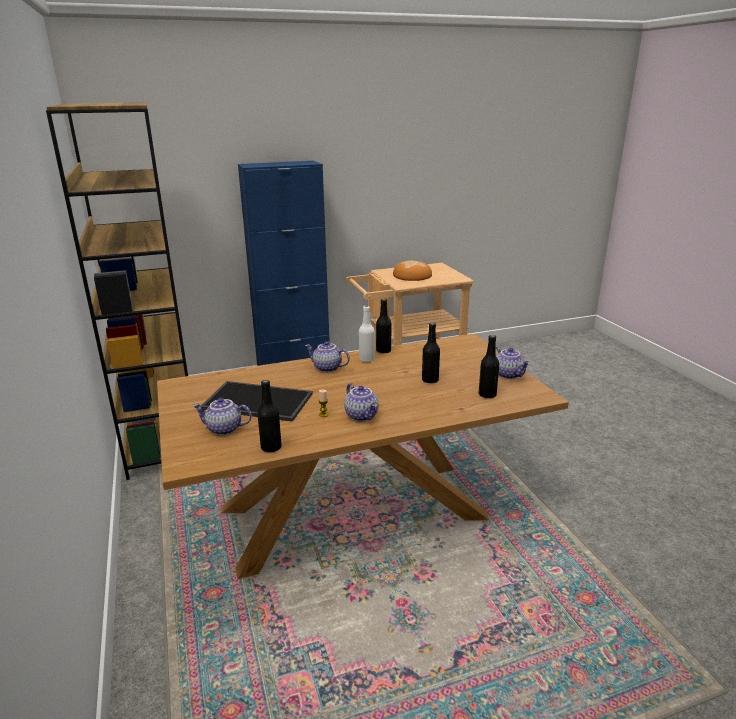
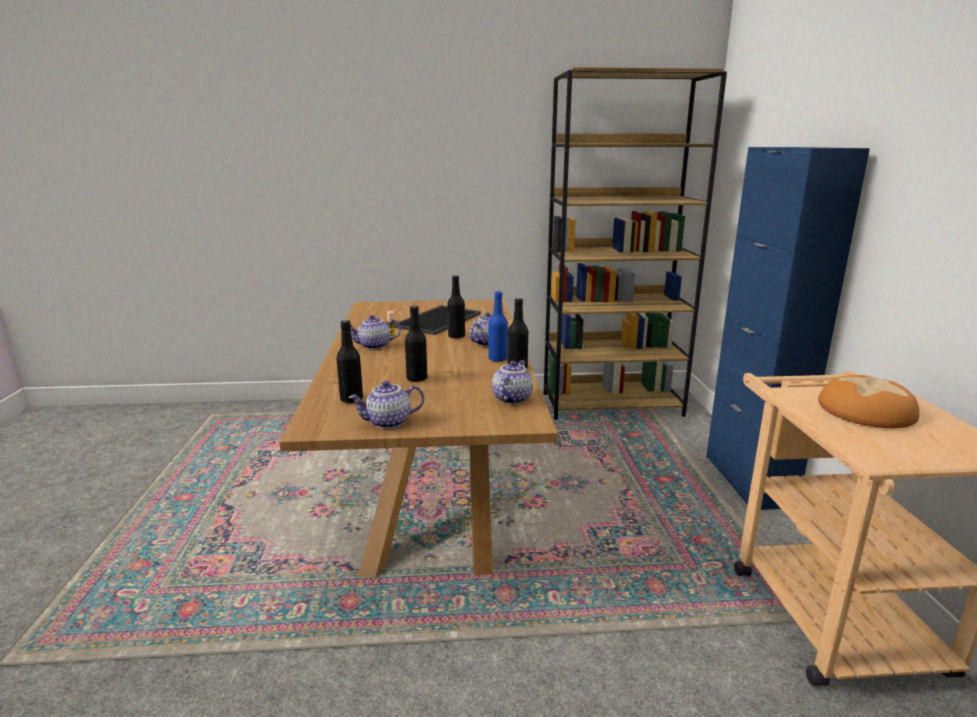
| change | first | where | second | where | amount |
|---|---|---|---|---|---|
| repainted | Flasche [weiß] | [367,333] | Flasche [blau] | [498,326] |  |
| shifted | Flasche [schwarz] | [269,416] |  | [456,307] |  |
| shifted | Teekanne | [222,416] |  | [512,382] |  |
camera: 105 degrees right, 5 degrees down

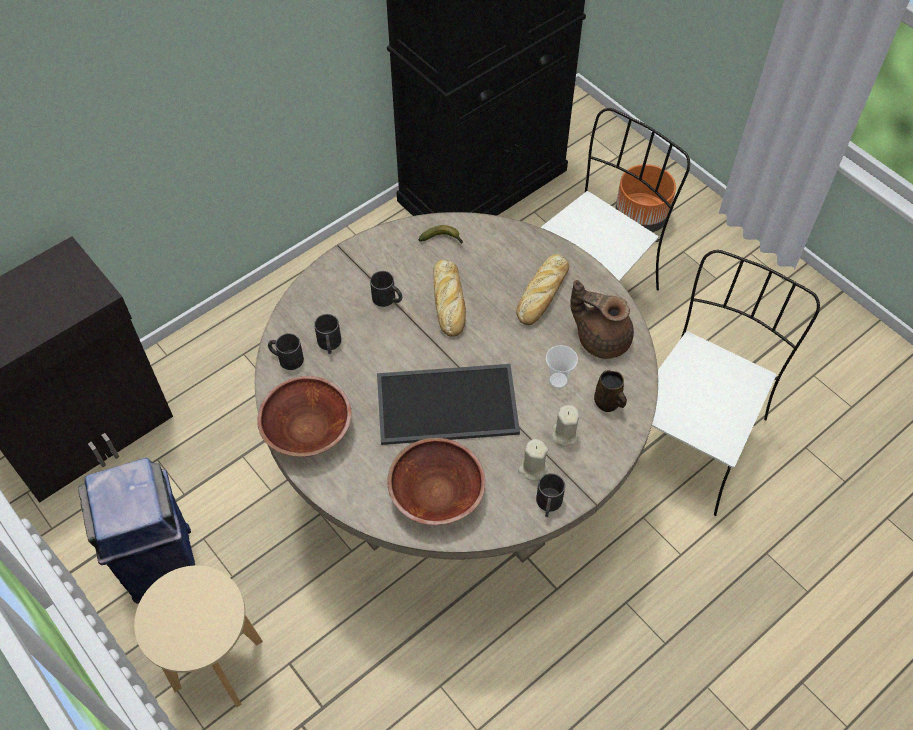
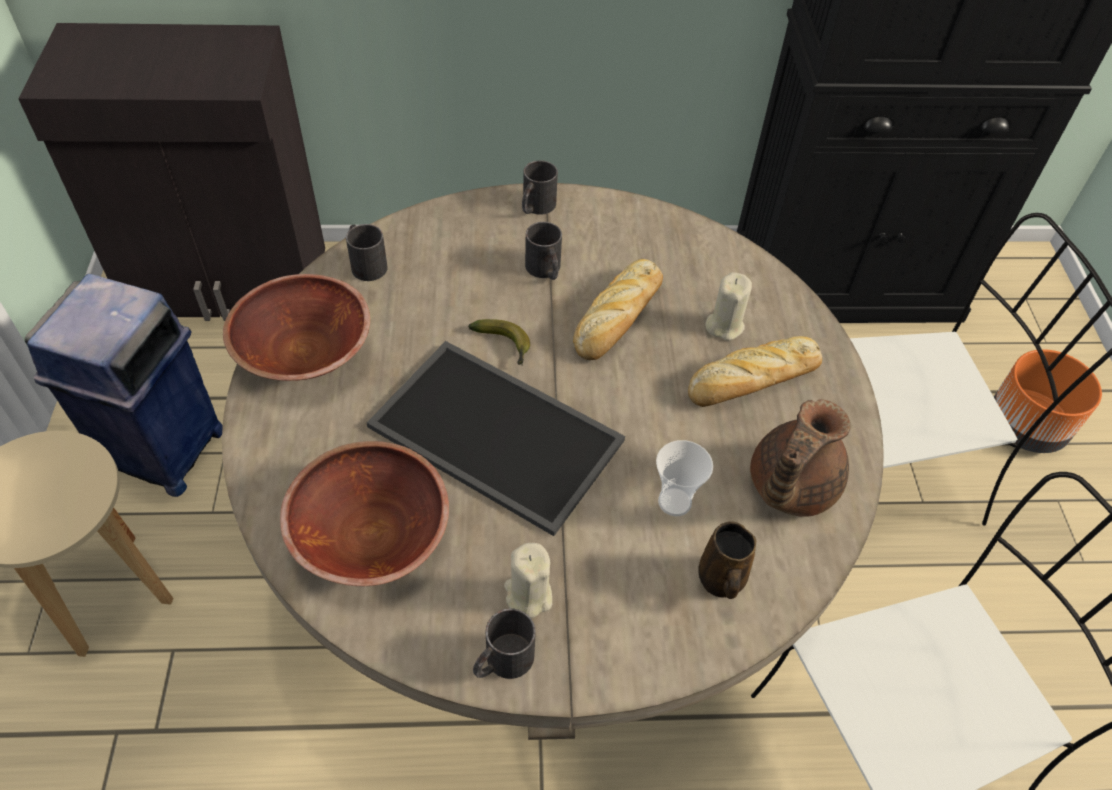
| change | first | where | second | where | amount |
|---|---|---|---|---|---|
| shifted | Banane | [441,234] |  | [499,342] |  |
| rotated | Teekanne [braun] | [602,319] |  | [800,458] | 120 degrees counterclockwise |
| shifted | Henkelbecher [schwarz] | [327,334] |  | [540,187] |  |
| shifted | Kerze [beige] | [565,426] |  | [729,306] |  |
camera: 35 degrees right, 5 degrees down

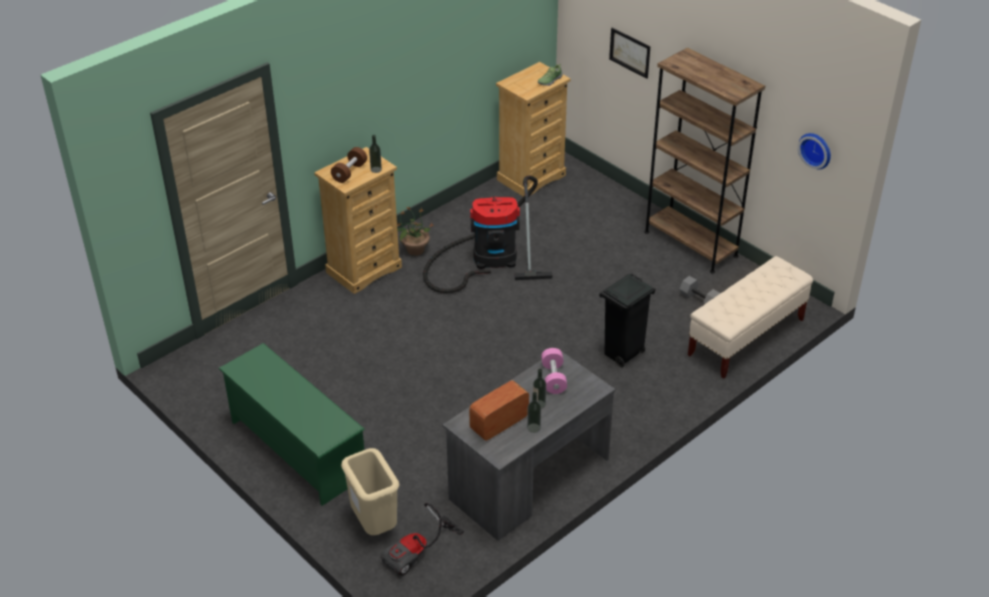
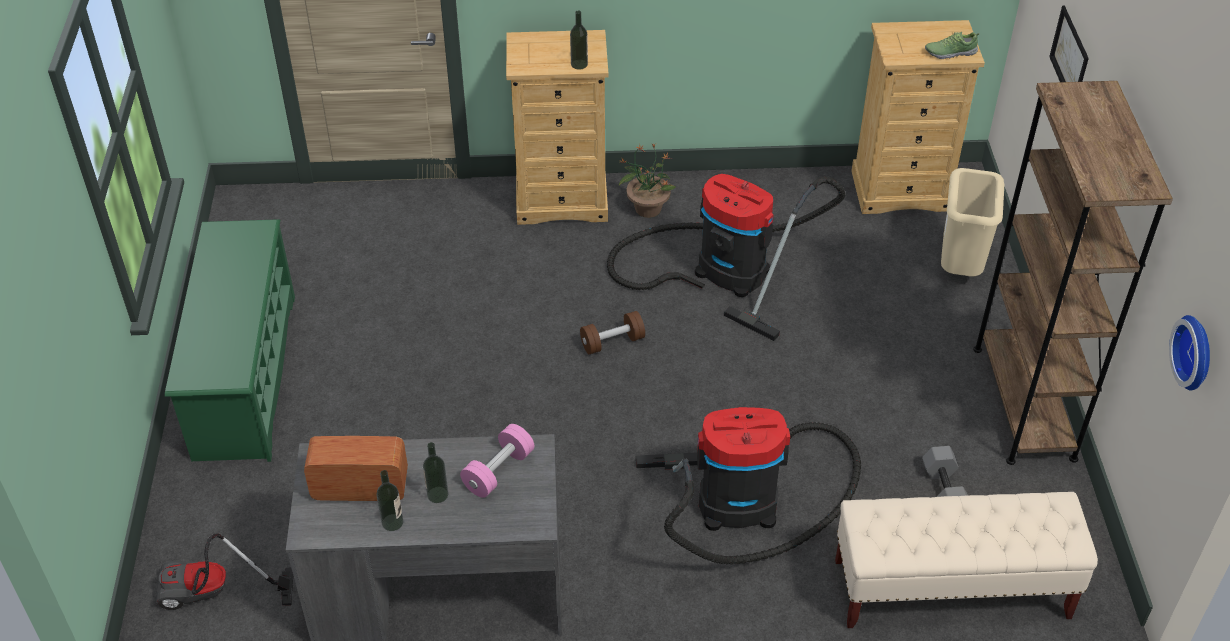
| change | first | where | second | where | amount |
|---|---|---|---|---|---|
| shifted | Hantel [braun] | [349,165] |  | [612,332] |  |
| swapped | Mülleimer [schwarz] | [627,320] | Staubsauger | [748,485] |  |
| shifted | Mülleimer [beige] | [370,491] |  | [973,222] |  |
camera: 40 degrees right, 5 degrees up

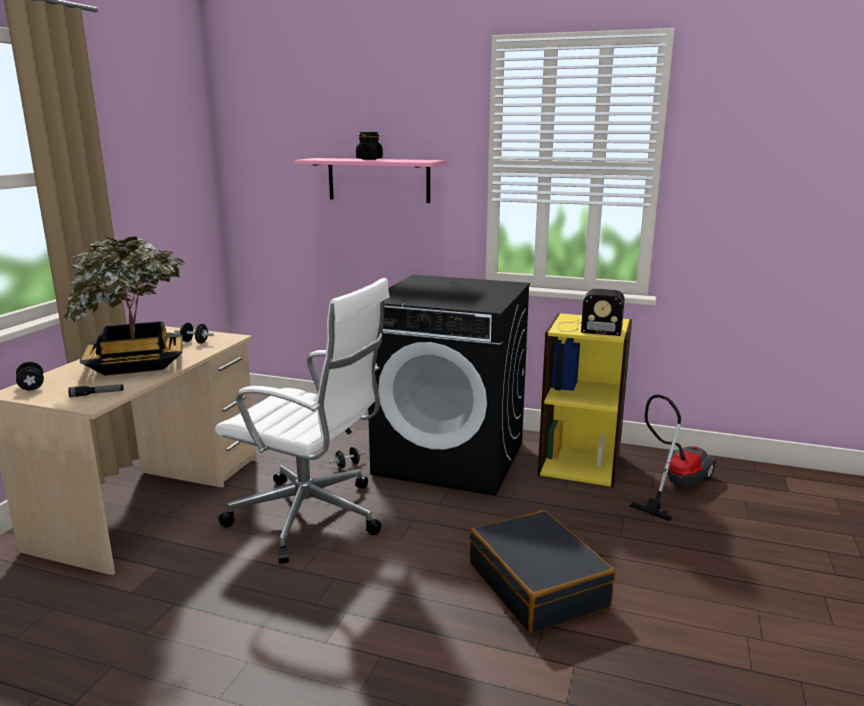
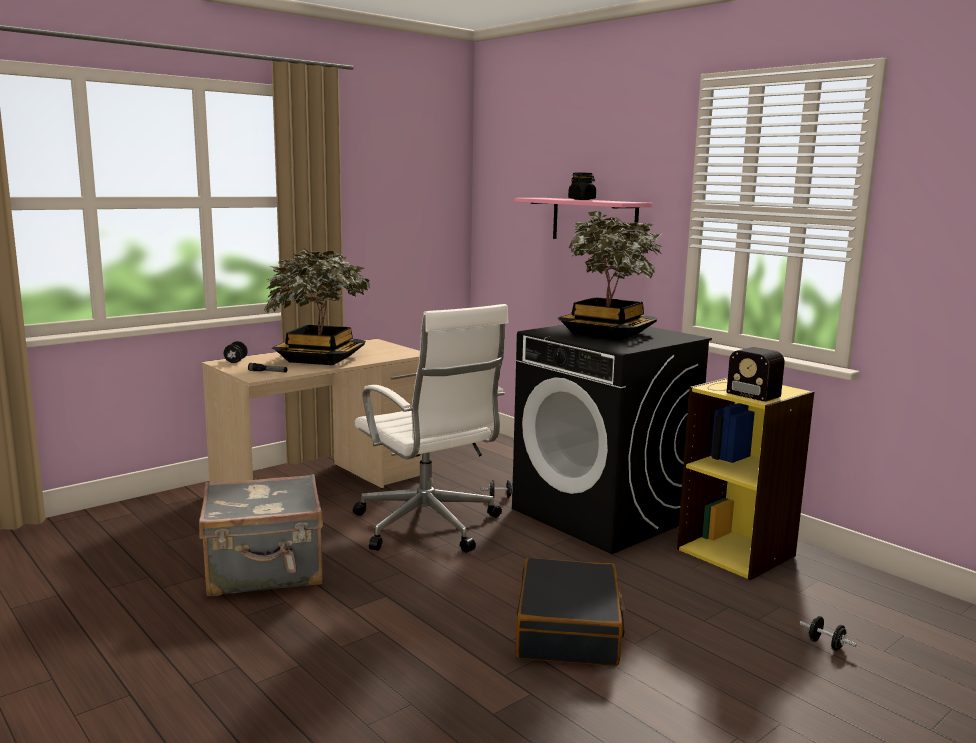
| change | first | where | second | where | amount |
|---|---|---|---|---|---|
| shifted | Hantel [schwarz] | [194,333] |  | [828,633] |  |
| gone | Staubsauger | [673,458] |  |  |  |
| new |  |  | Topfpflanze | [610,276] |  |
| new |  |  | Koffer [grau] | [261,535] |  |
camera: 30 degrees right, 5 degrees down

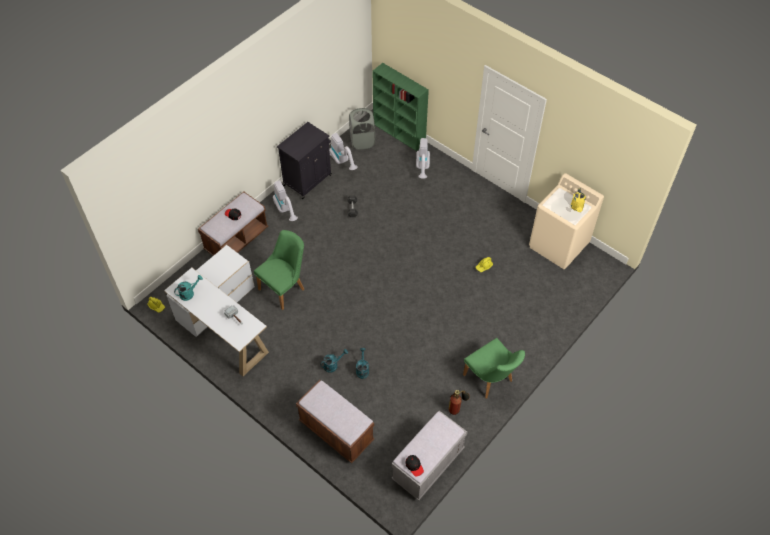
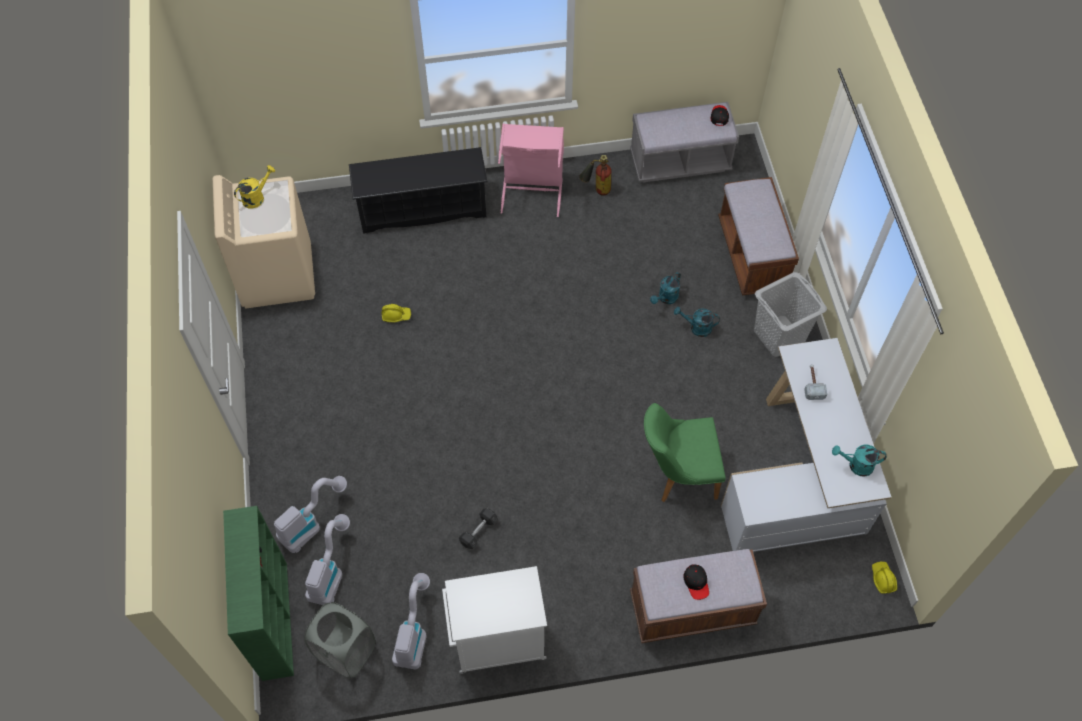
| change | first | where | second | where | amount |
|---|---|---|---|---|---|
| repainted | Schrank [schwarz] | [304,160] | Schrank [weiß] | [494,620] |  |
| shifted | Staubsauger | [285,201] |  | [327,559] |  |
| swapped | Stuhl [grün] | [494,368] | Wäschekorb [rosa] | [531,170] |  |
| new |  |  | Schuhregal [schwarz] | [418,190] |  |
| new |  |  | Wäschekorb [grau] | [790,314] |  |
camera: 140 degrees left, 5 degrees up

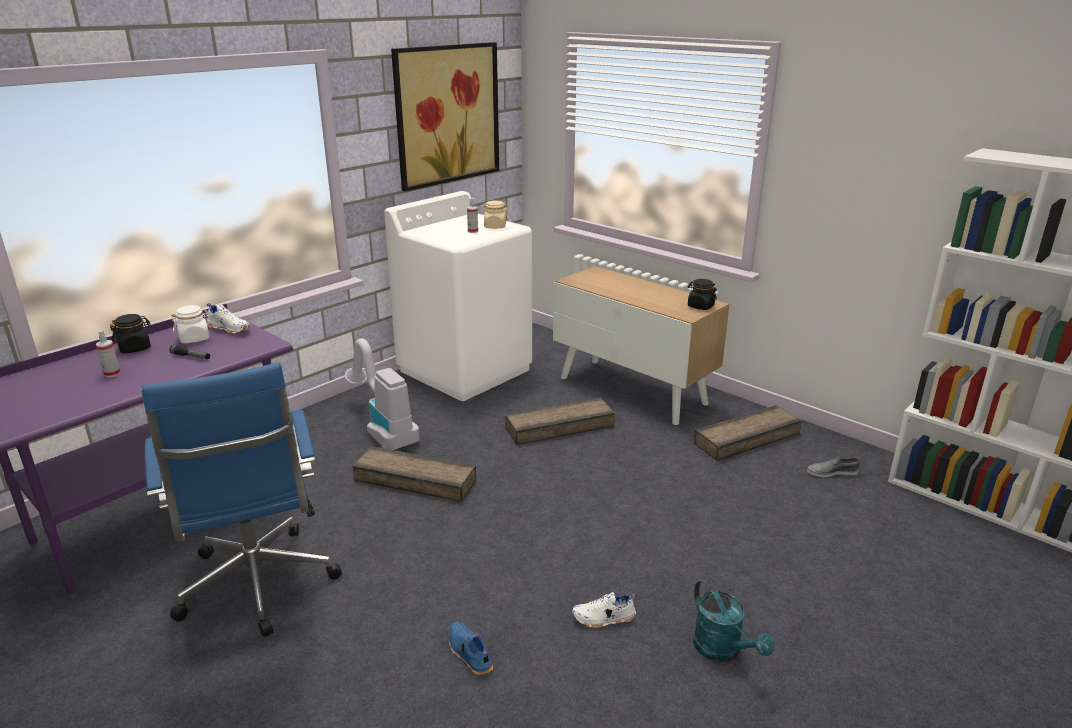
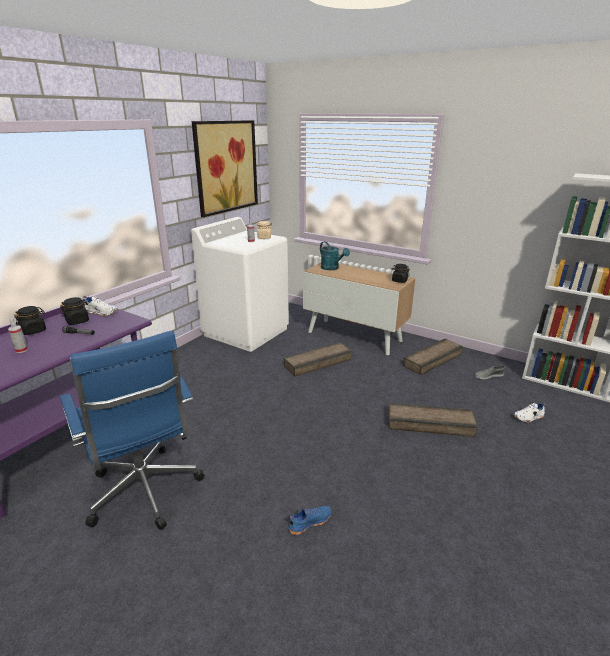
| change | first | where | second | where | amount |
|---|---|---|---|---|---|
| repainted | Vorratsglas [weiß] | [190,324] | Vorratsglas [schwarz] | [74,311] |  |
| gone | Staubsauger | [382,394] |  |  |  |
| shifted | Kiste | [414,474] |  | [433,420] |  |
| shifted | Gießkanne [türkis] | [733,620] |  | [335,256] |  |
| shifted | Schuh [weiß] | [604,610] |  | [530,412] |  |
| rotated | Schuh [blau] | [471,648] |  | [309,520] | 105 degrees clockwise |
camera: 10 degrees left, 0 degrees up

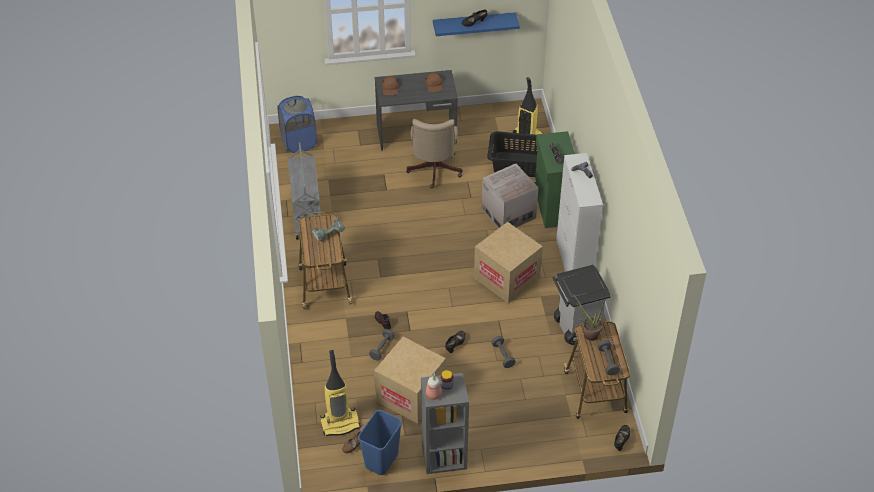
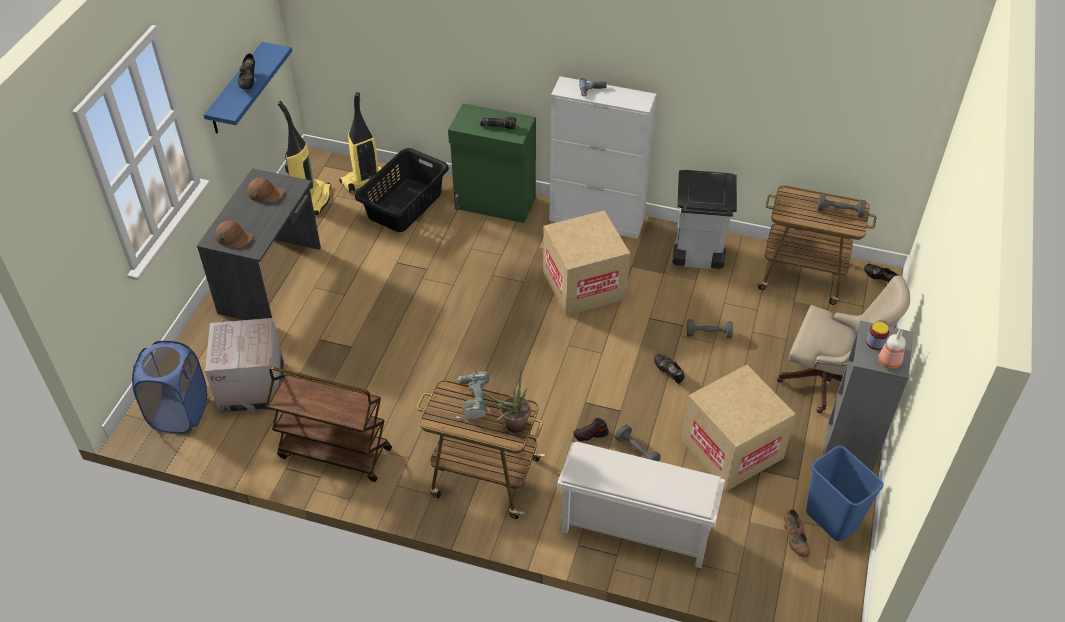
| change | first | where | second | where | amount |
|---|---|---|---|---|---|
| shifted | Bürostuhl [beige] | [434,154] |  | [843,344] |  |
| repainted | Rollwagen [grau] | [304,191] | Rollwagen [braun] | [329,424] |  |
| shifted | Karton | [509,196] |  | [244,366] |  |
| shifted | Topfpflanze | [587,317] |  | [507,400] |  |
| shifted | Staubsauger | [340,393] |  | [304,158] |  |
| new |  |  | Schuhregal [weiß] | [641,504] |  |
camera: 65 degrees left, 0 degrees up

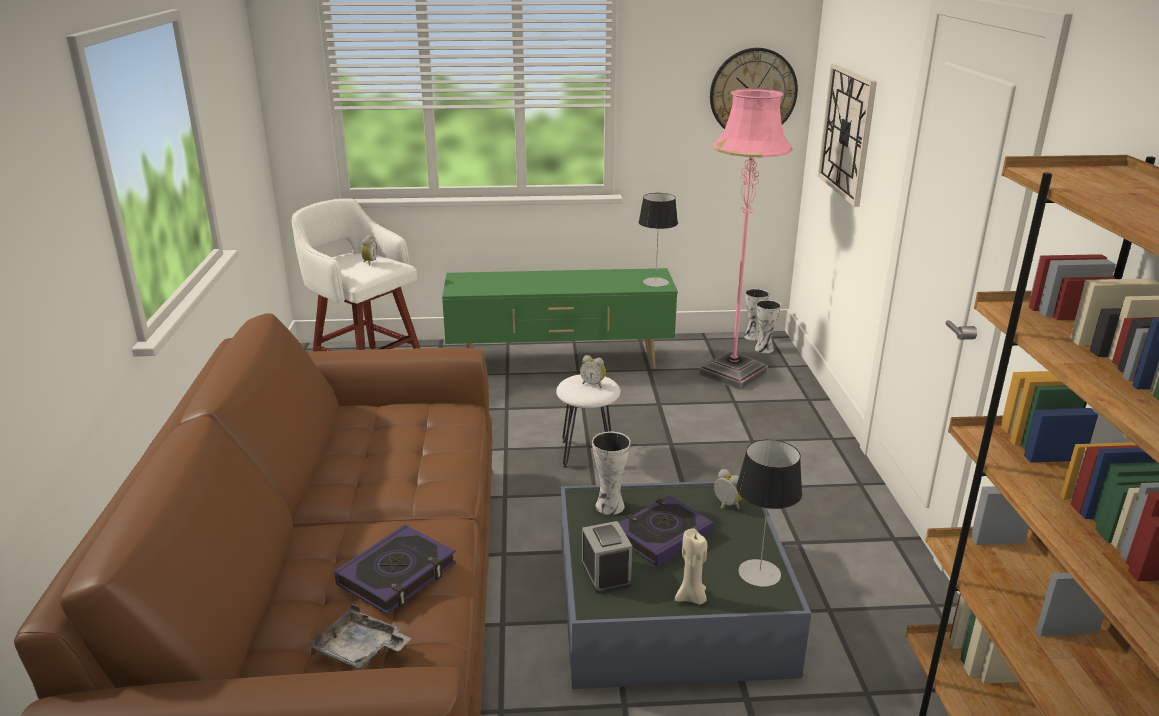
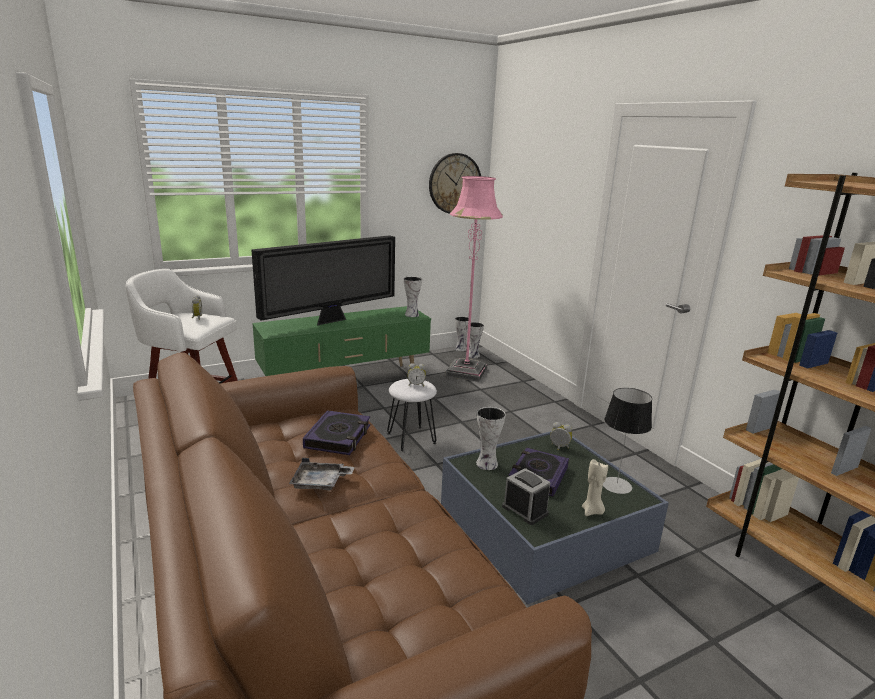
| change | first | where | second | where | amount |
|---|---|---|---|---|---|
| gone | Wanduhr | [847,135] |  |  |  |
| swapped | Tischlampe | [658,240] | Vase | [413,296] |  |
| shifted | Buch | [395,569] |  | [336,432] |  |
| shifted | Tablett [grau] | [360,636] |  | [322,474] |  |
| new |  |  | Fernseher | [323,280] |  |
camera: 25 degrees left, 5 degrees down

